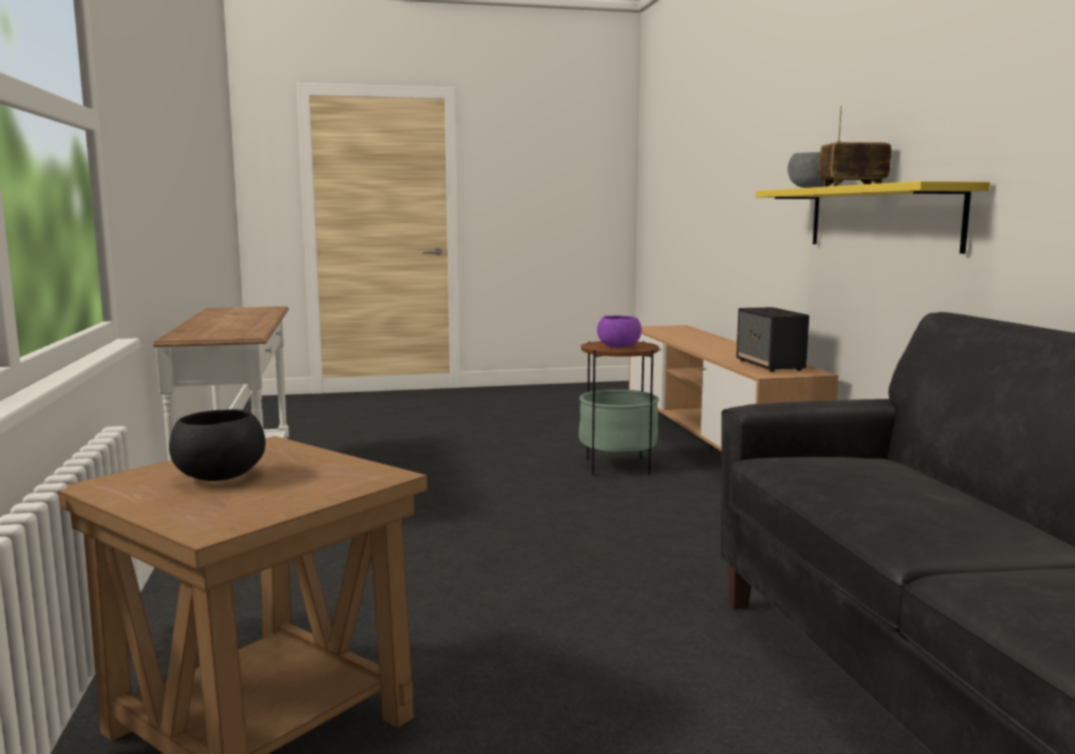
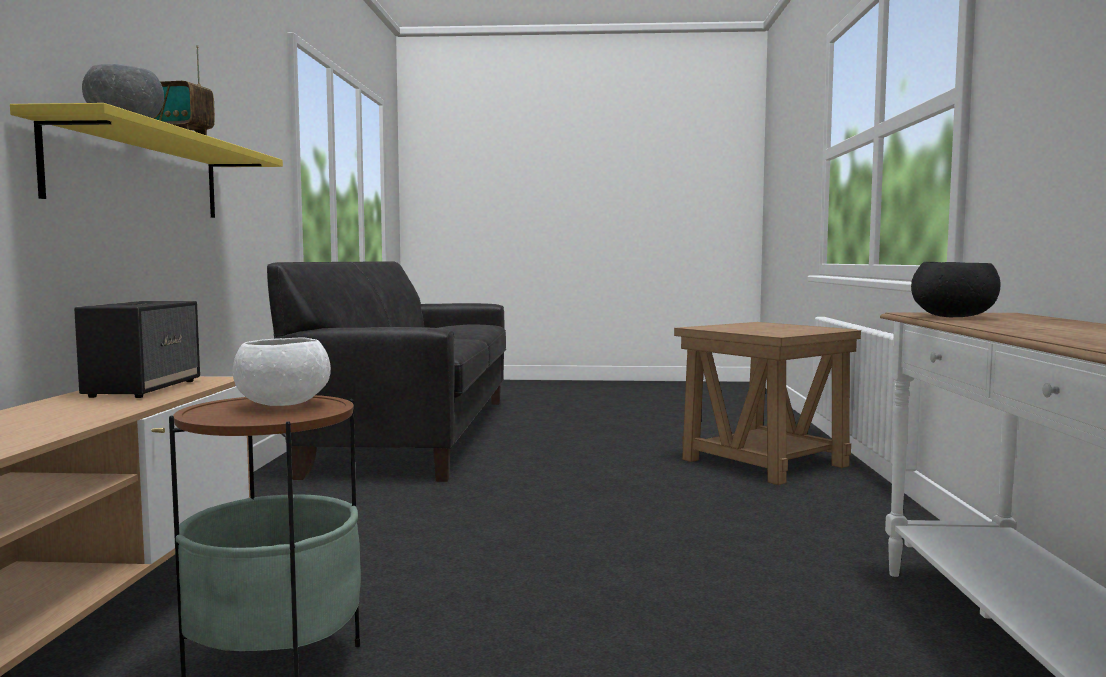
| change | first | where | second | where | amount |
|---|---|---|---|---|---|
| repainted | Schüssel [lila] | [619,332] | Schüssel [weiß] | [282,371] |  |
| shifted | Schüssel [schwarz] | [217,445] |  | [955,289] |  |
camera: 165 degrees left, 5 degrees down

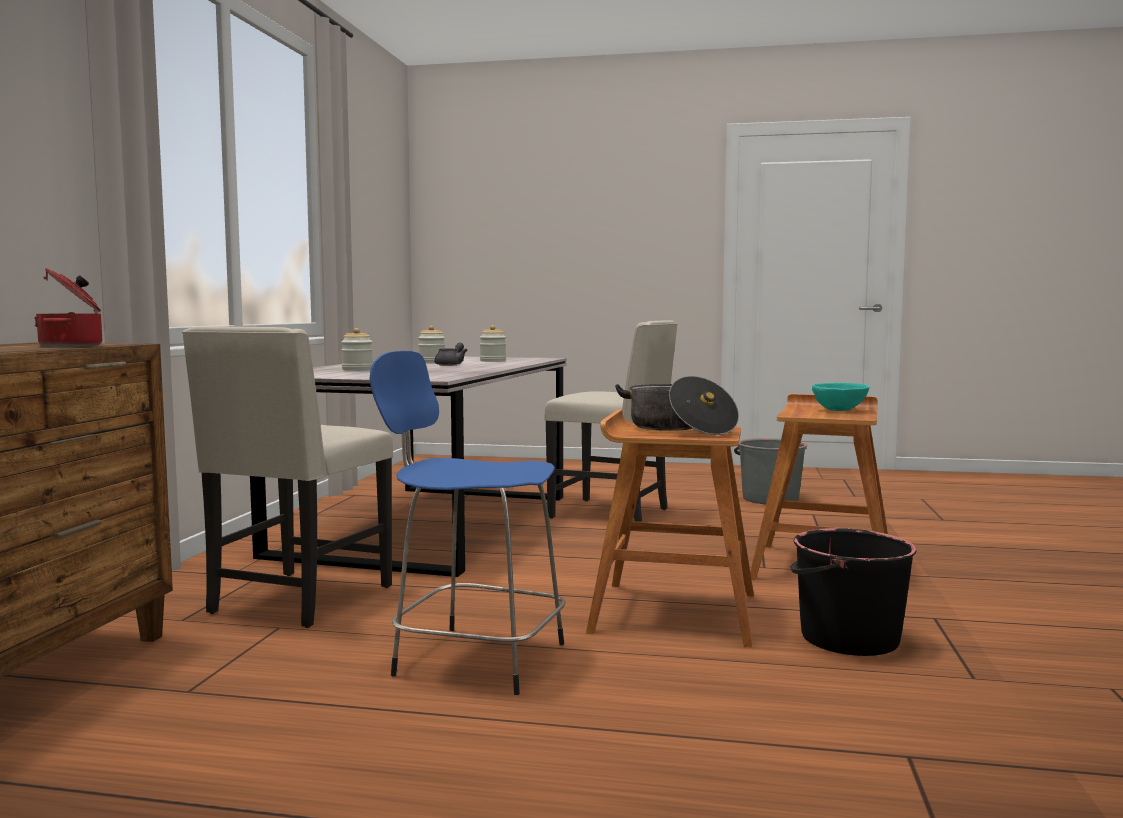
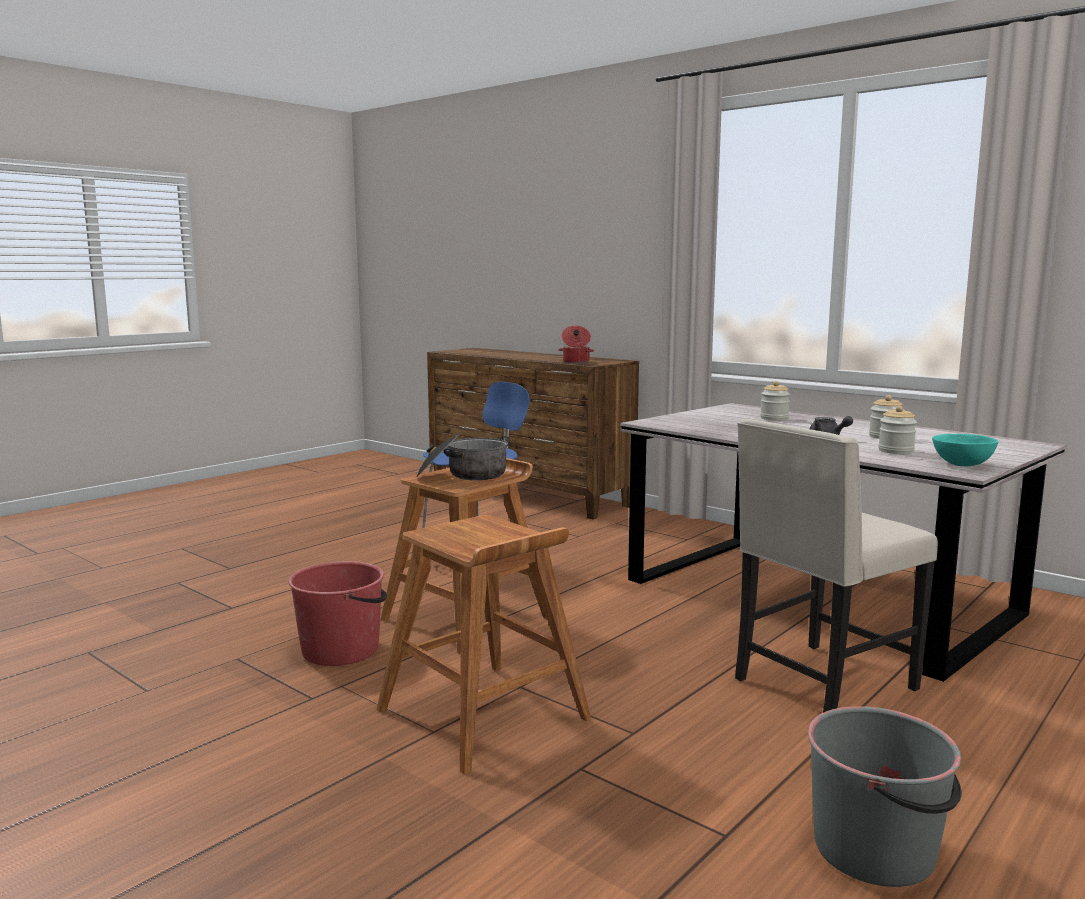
| change | first | where | second | where | amount |
|---|---|---|---|---|---|
| gone | Stuhl [beige] | [287,477] |  |  |  |
| shifted | Schüssel [türkis] | [840,397] |  | [965,450] |  |
| repainted | Eimer [schwarz] | [853,592] | Eimer [rot] | [337,613] |  |
camera: 120 degrees right, 5 degrees up

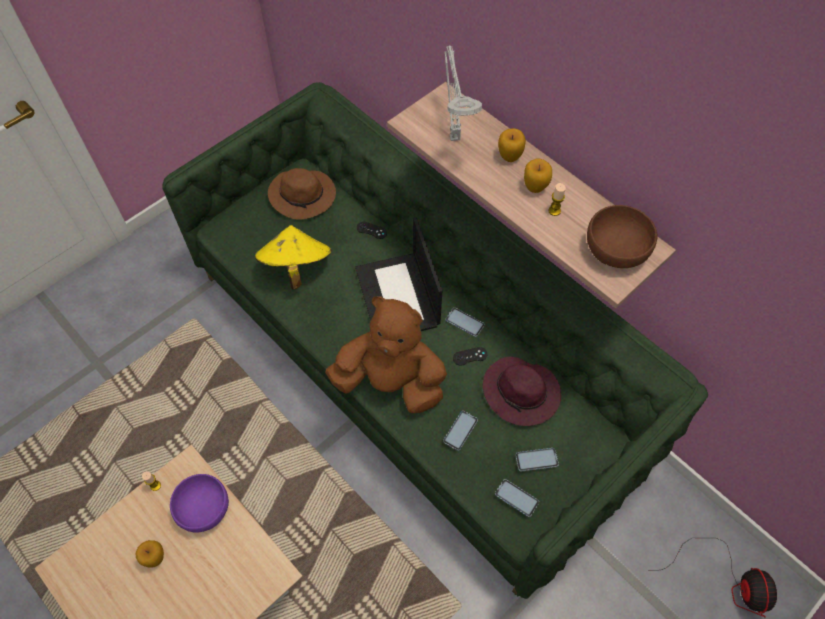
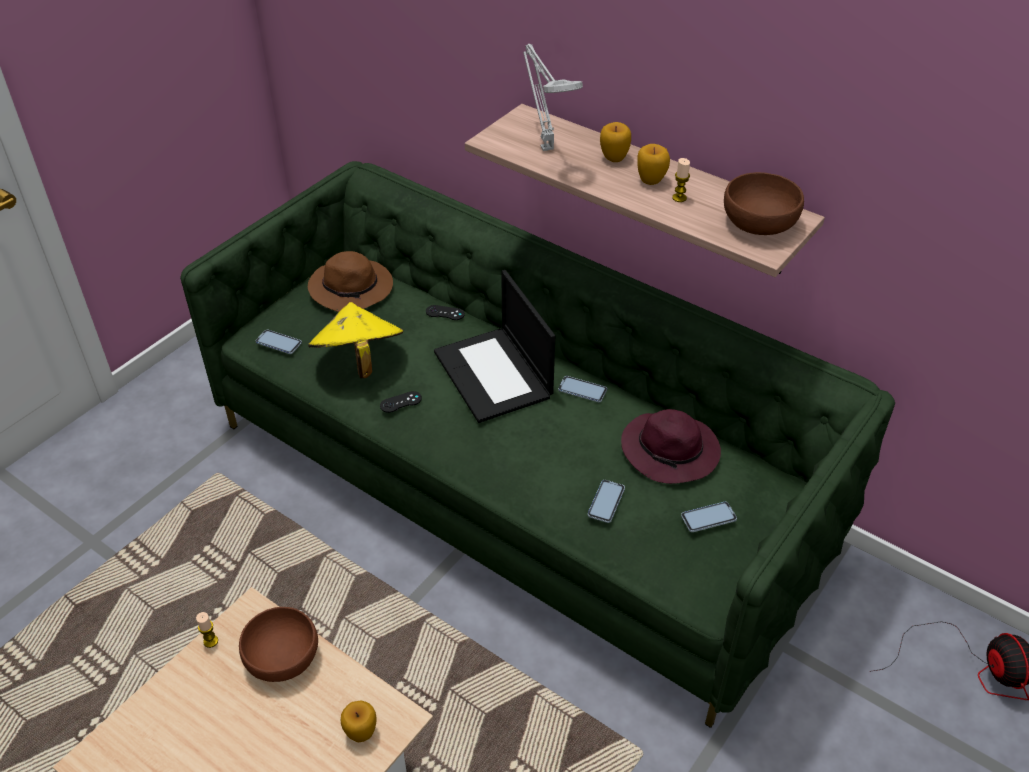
| change | first | where | second | where | amount |
|---|---|---|---|---|---|
| gone | Plüschtier [braun] | [386,354] |  |  |  |
| shifted | Gamepad [schwarz] | [470,356] |  | [401,402] |  |
| repainted | Schüssel [lila] | [199,503] | Schüssel [braun] | [278,644] |  |
| shifted | Handy | [517,498] |  | [279,341] |  |
| shifted | Apfel | [150,554] |  | [359,721] |  |
camera: 10 degrees left, 15 degrees down

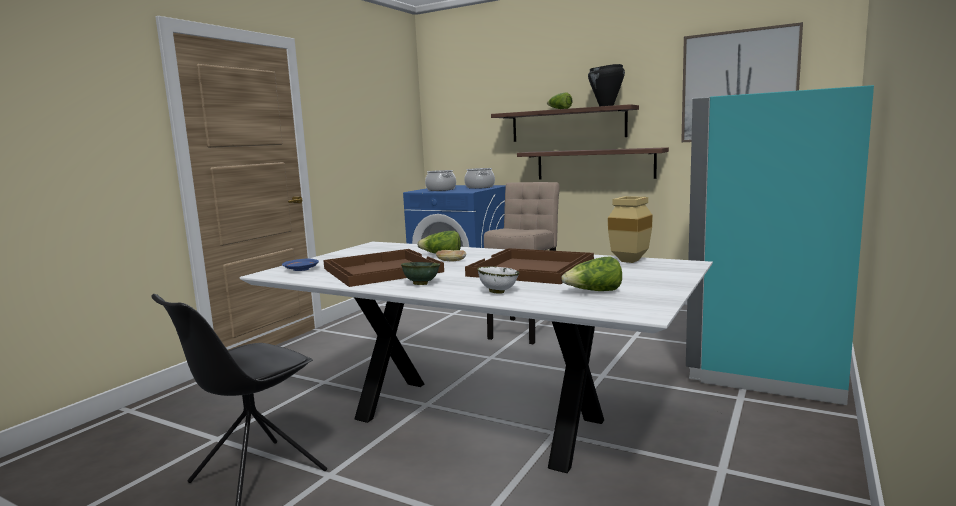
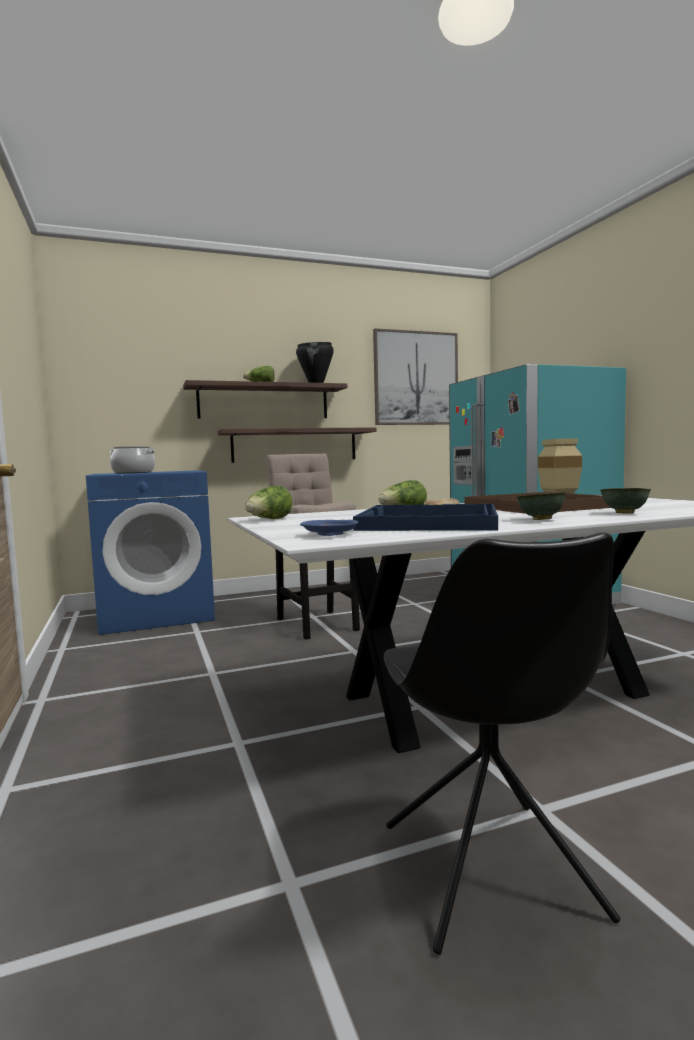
| change | first | where | second | where | amount |
|---|---|---|---|---|---|
| gone | Kochtopf | [479,178] |  |  |  |
| repainted | Tablett [braun] | [383,268] | Tablett [blau] | [425,517] |  |
| shifted | Salatkopf | [591,273] |  | [268,502] |  |
| repainted | Schüssel [weiß] | [498,280] | Schüssel [grün] | [625,500] |  |
camera: 50 degrees left, 5 degrees down

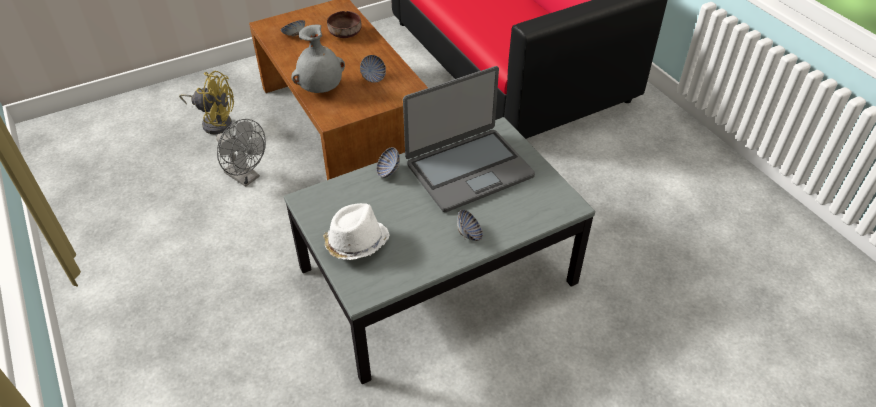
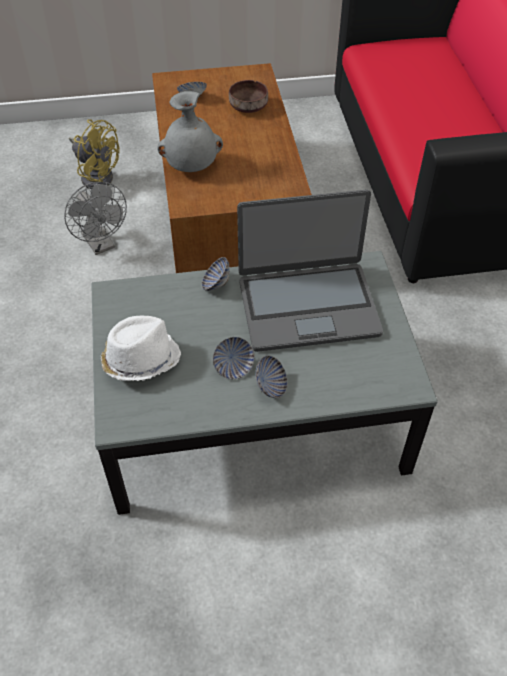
| change | first | where | second | where | amount |
|---|---|---|---|---|---|
| shifted | Schüssel | [373,69] |  | [234,358] |  |
camera: 20 degrees right, 5 degrees up

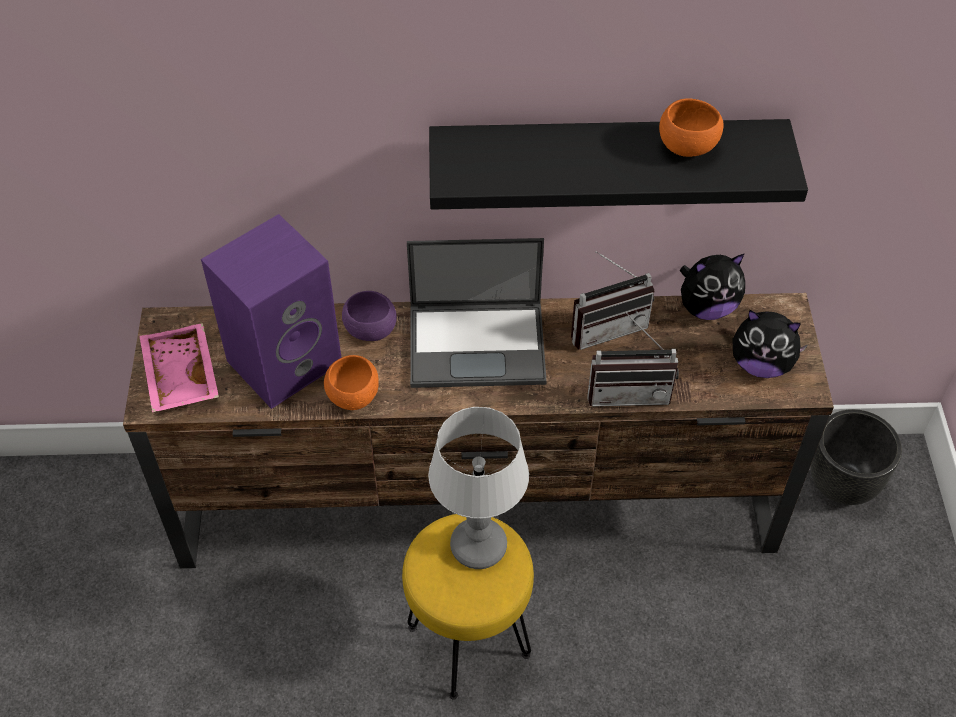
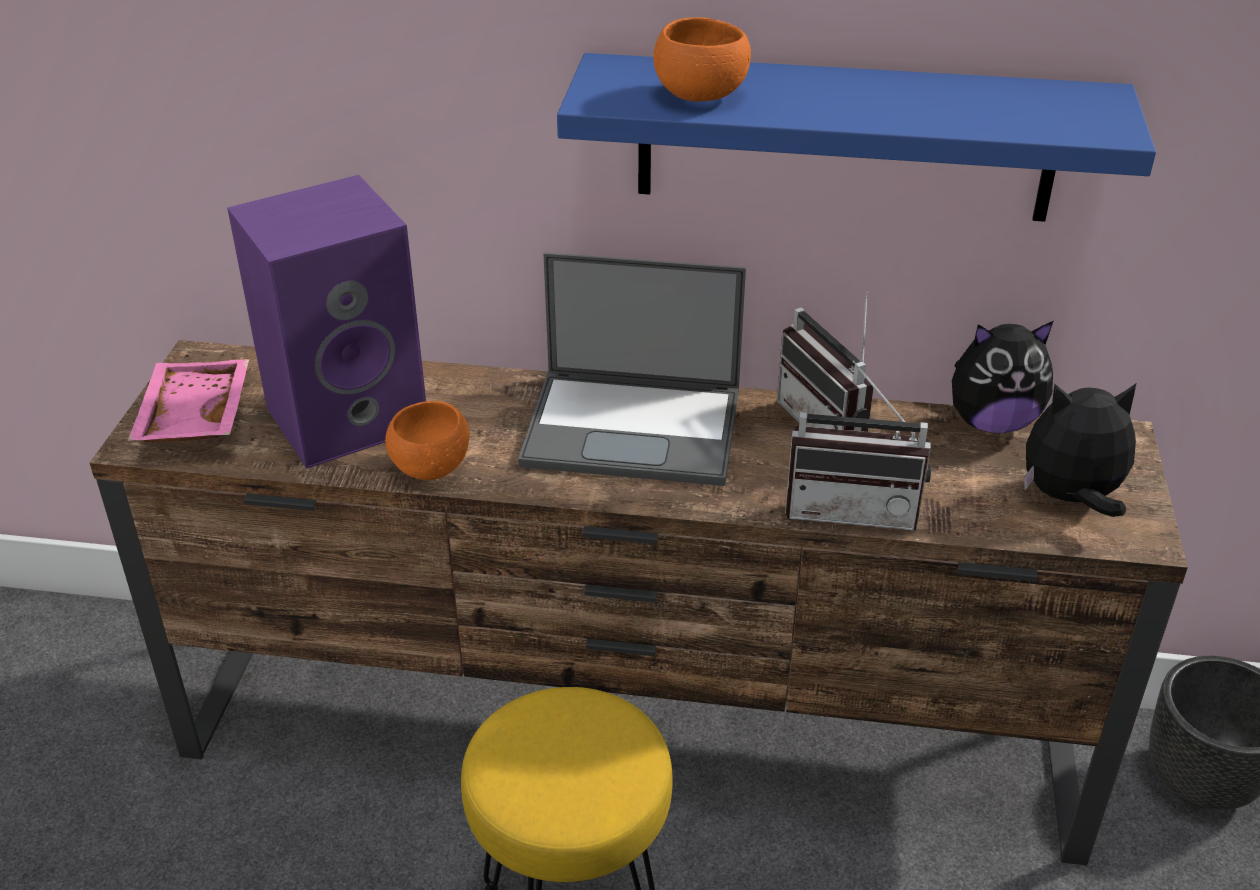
| change | first | where | second | where | amount |
|---|---|---|---|---|---|
| shifted | Schüssel [orange] | [691,127] |  | [702,59] |  |
| repainted | Wandregal [schwarz] | [618,164] | Wandregal [blau] | [856,137] |  |
| rotated | Radio | [612,300] |  | [825,361] | 75 degrees clockwise |
| gone | Schüssel [lila] | [369,316] |  |  |  |
| rotated | Plüschtier | [770,344] |  | [1080,450] | 150 degrees clockwise |
| gone | Tischlampe | [478,488] |  |  |  |
camera: 10 degrees right, 15 degrees down

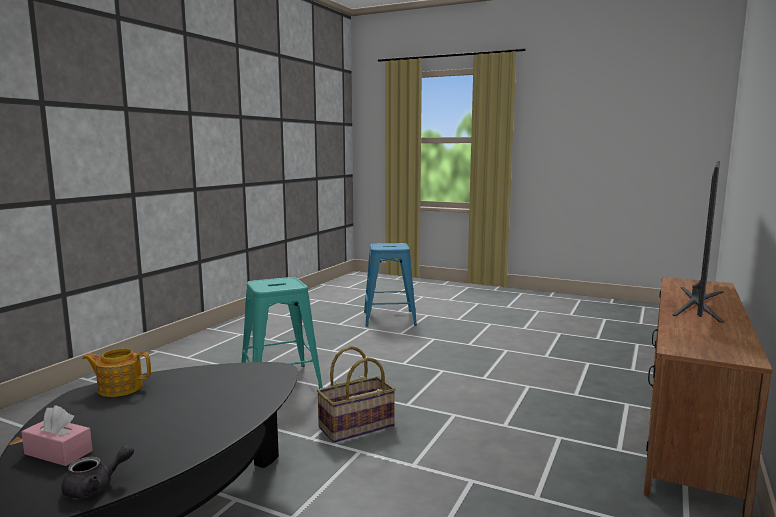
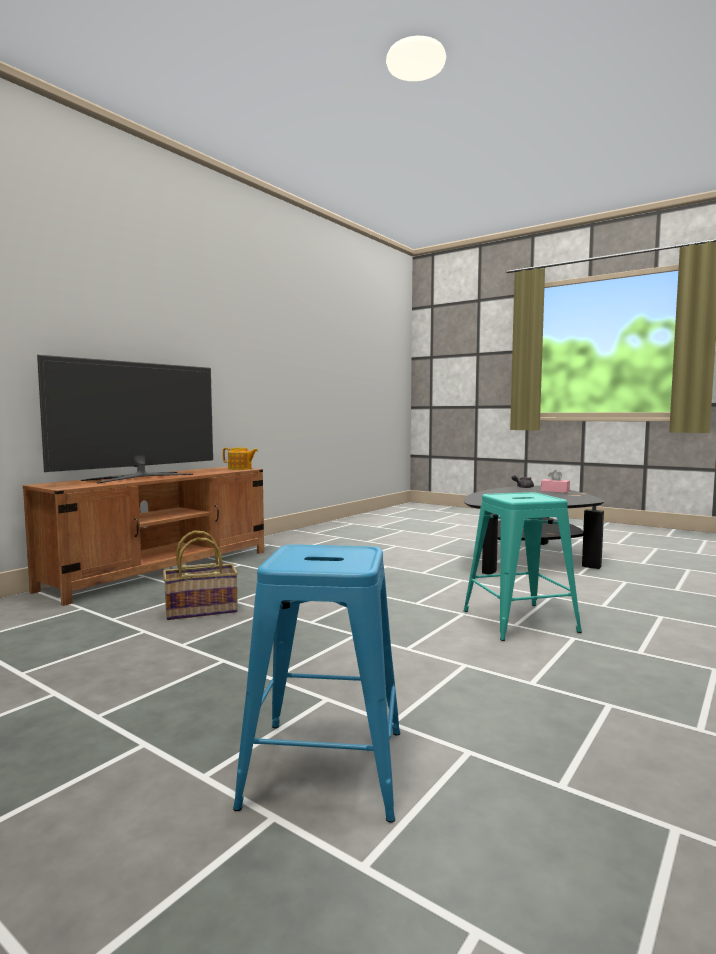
| change | first | where | second | where | amount |
|---|---|---|---|---|---|
| shifted | Korb | [356,394] |  | [200,575] |  |
| shifted | Teekanne | [116,372] |  | [240,459] |  |
camera: 170 degrees left, 5 degrees down

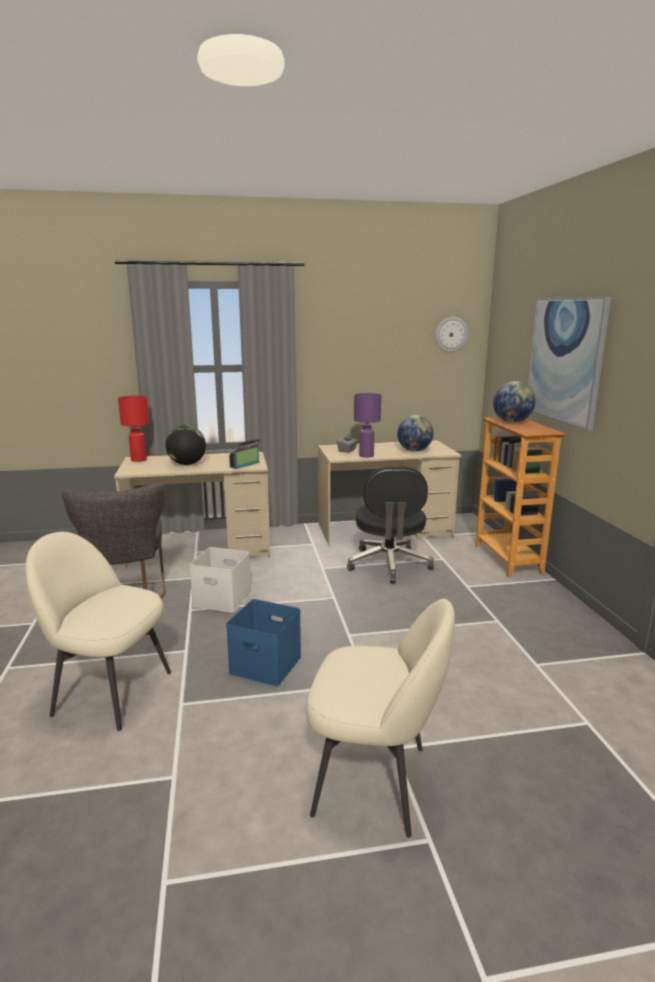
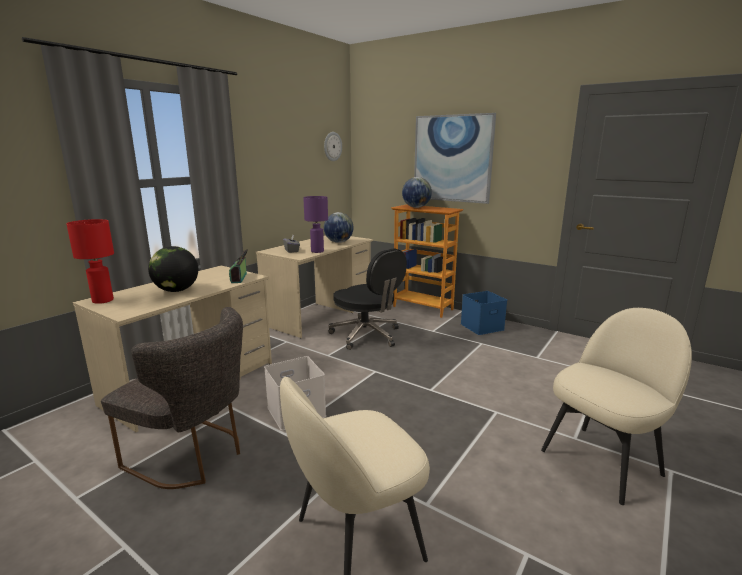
| change | first | where | second | where | amount |
|---|---|---|---|---|---|
| shifted | Aufbewahrungsbox [blau] | [263,642] |  | [484,313] |  |
camera: 45 degrees left, 0 degrees up

